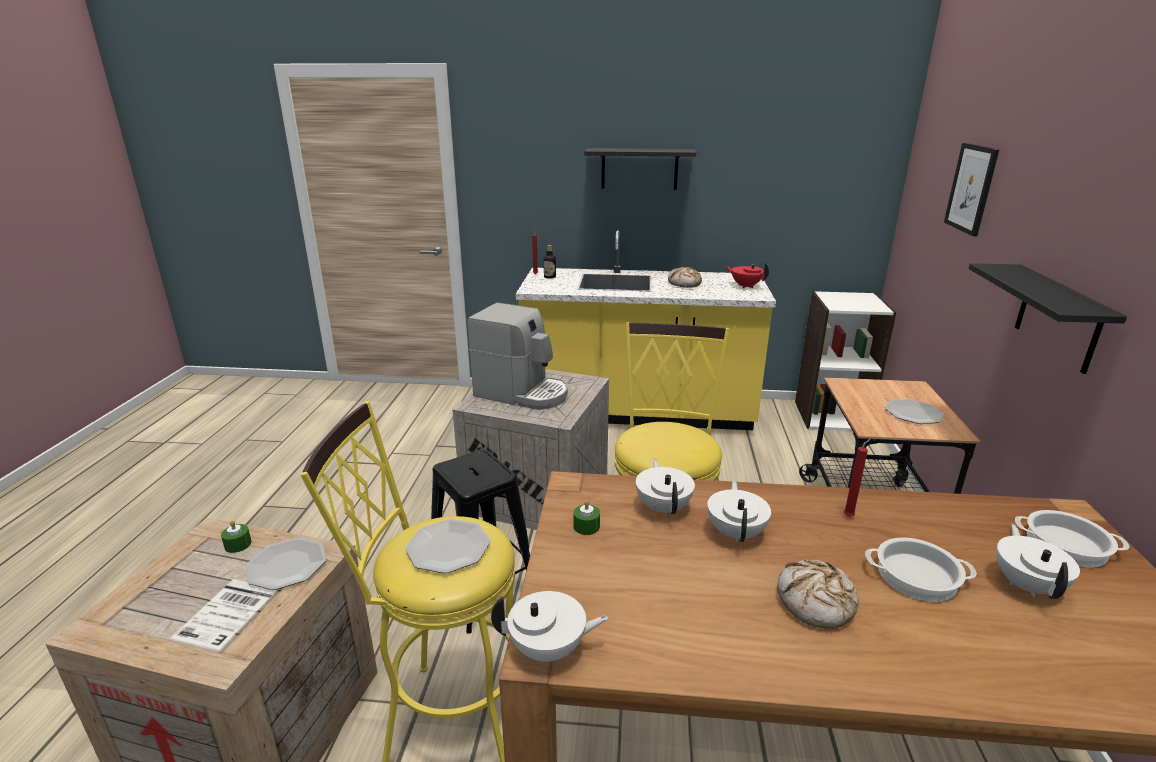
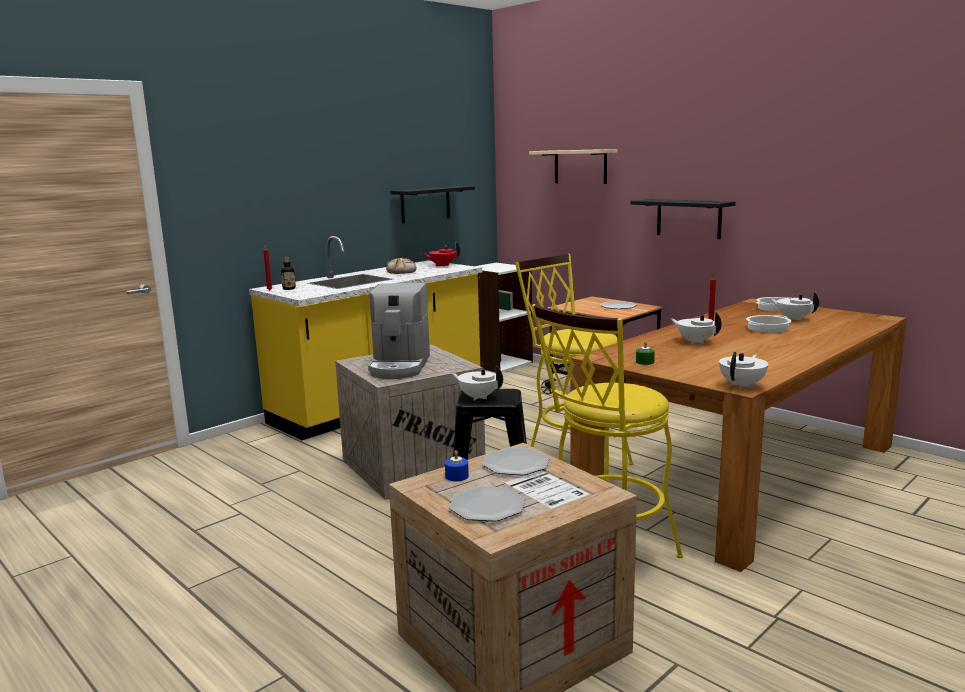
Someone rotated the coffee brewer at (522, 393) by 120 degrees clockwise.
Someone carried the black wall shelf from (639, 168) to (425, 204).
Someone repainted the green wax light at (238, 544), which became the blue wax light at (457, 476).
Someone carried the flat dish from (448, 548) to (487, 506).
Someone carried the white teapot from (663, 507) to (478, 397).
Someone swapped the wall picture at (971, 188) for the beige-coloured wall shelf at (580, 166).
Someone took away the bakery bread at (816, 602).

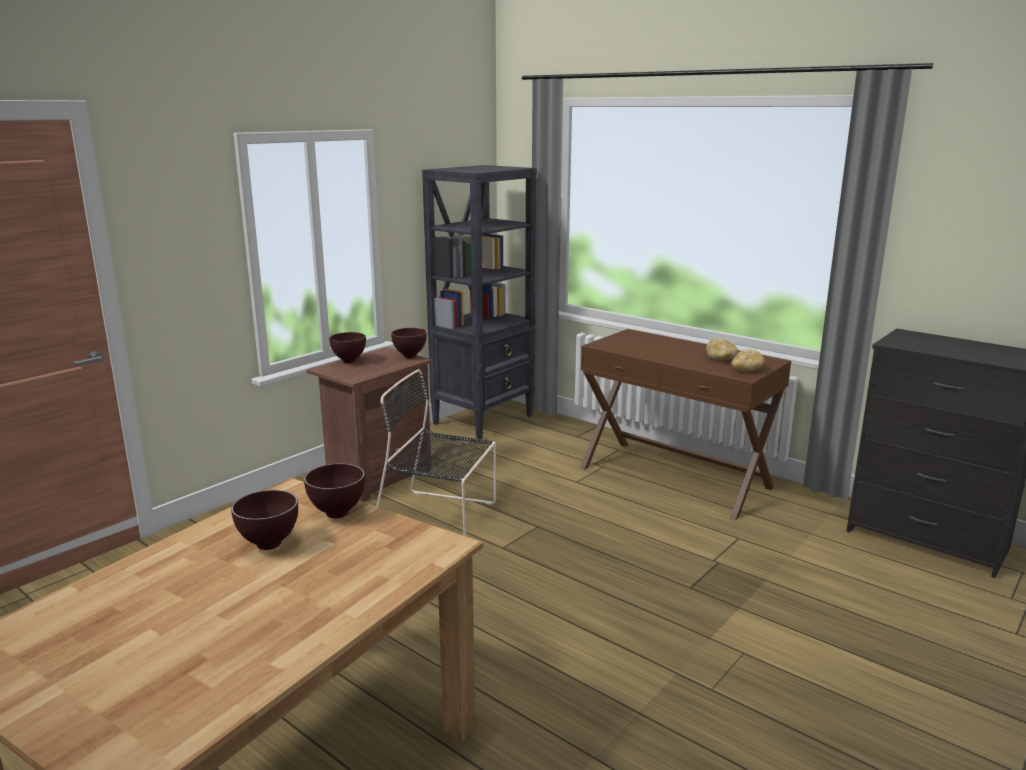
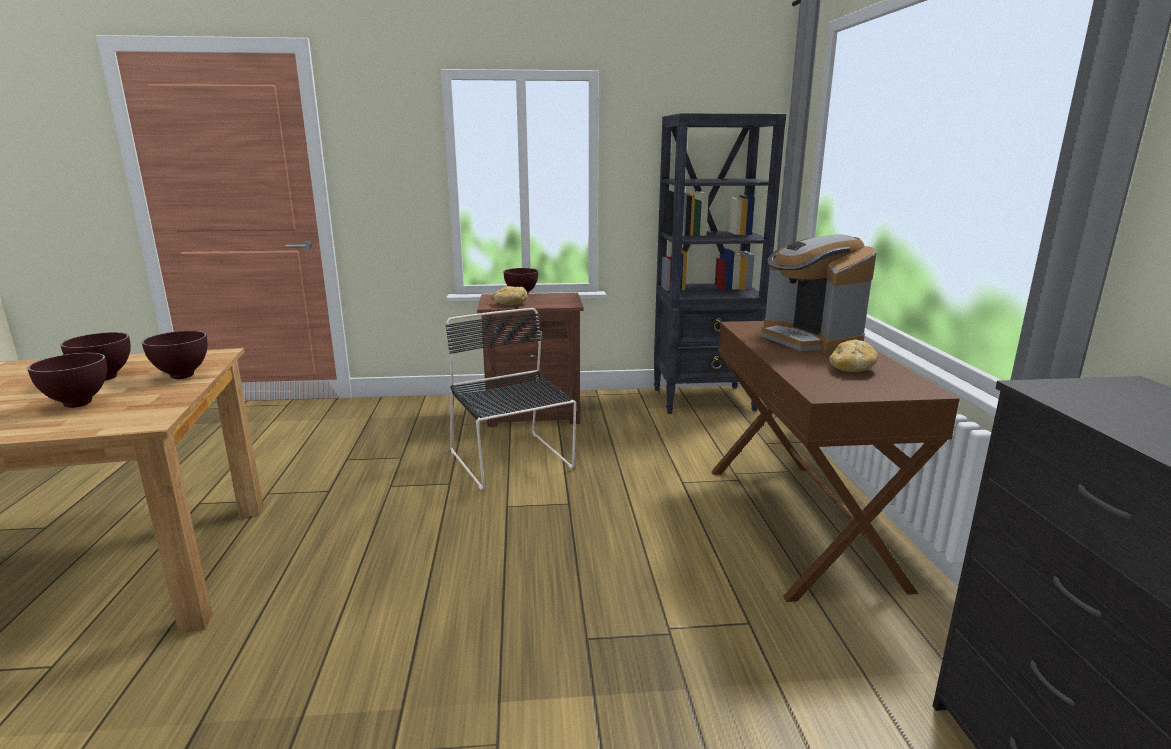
Someone carried the brownish bowl from (409, 356) to (77, 404).
Someone carried the bakery bread from (746, 370) to (510, 304).
Someone put down the coffee brewer at (809, 339).

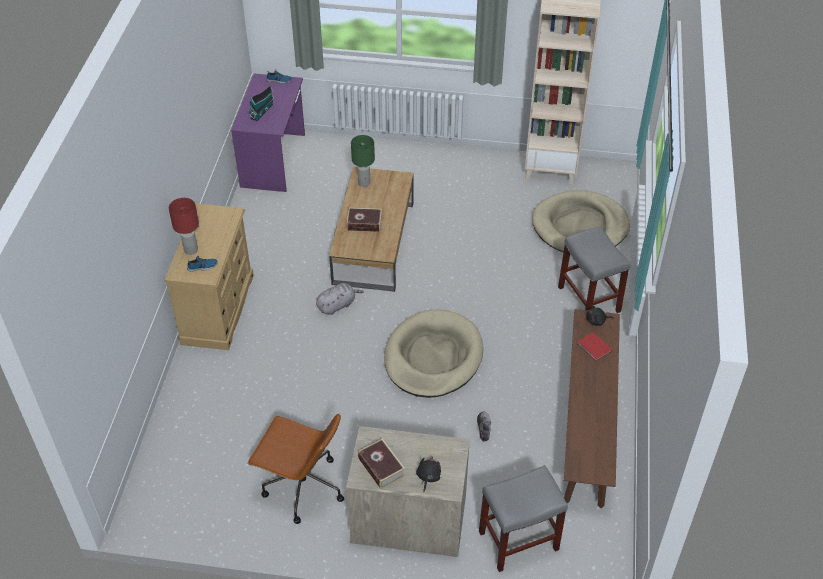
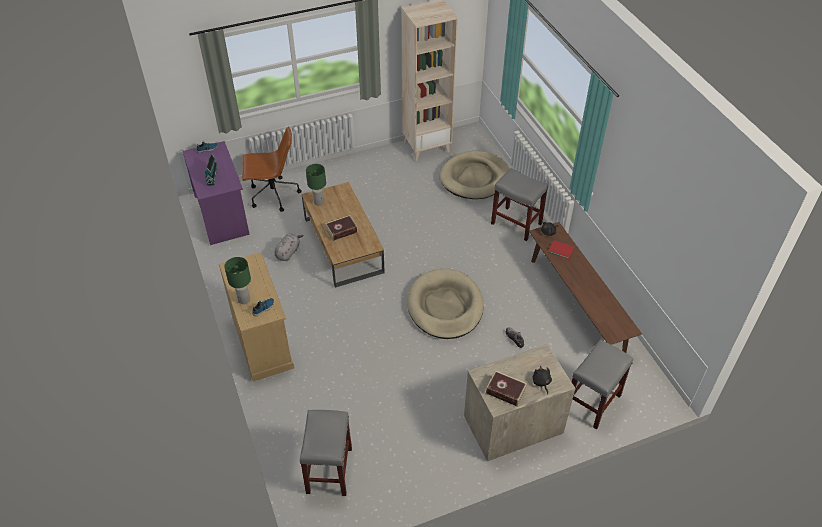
Someone repainted the reddish table lamp at (190, 250), which became the green table lamp at (244, 300).
Someone carried the brownish computer chair from (302, 487) to (273, 195).
Someone carried the grey plush toy from (337, 305) to (288, 252).
Someone put down the grey sitting stool at (329, 471).

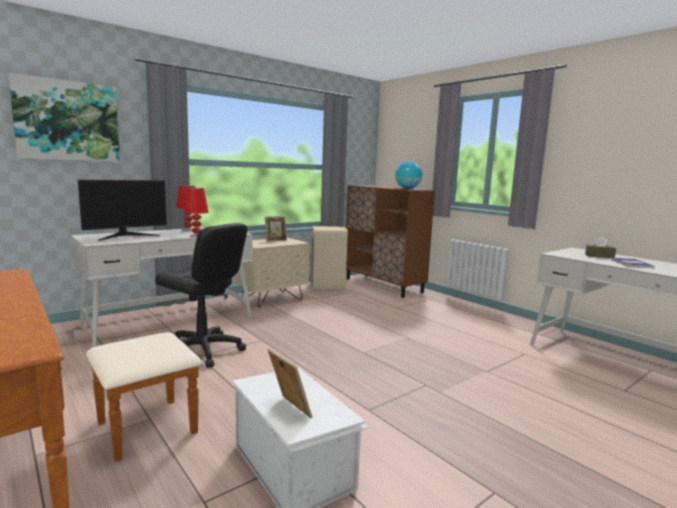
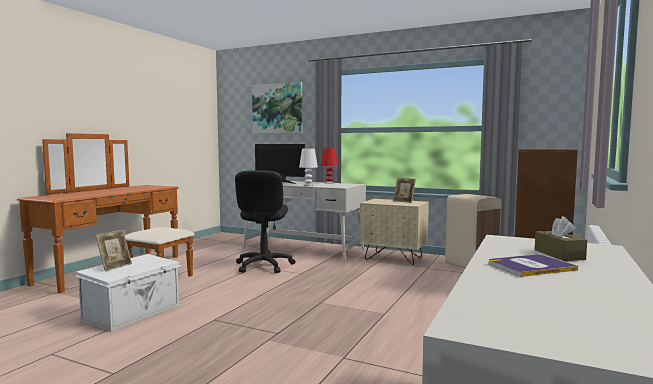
Someone repainted the reddish table lamp at (196, 236), which became the white table lamp at (308, 185).
Someone took away the globe at (407, 188).

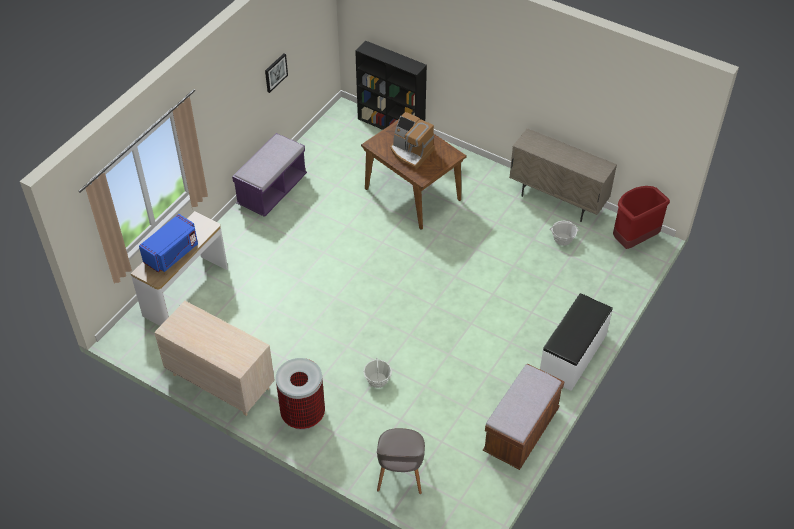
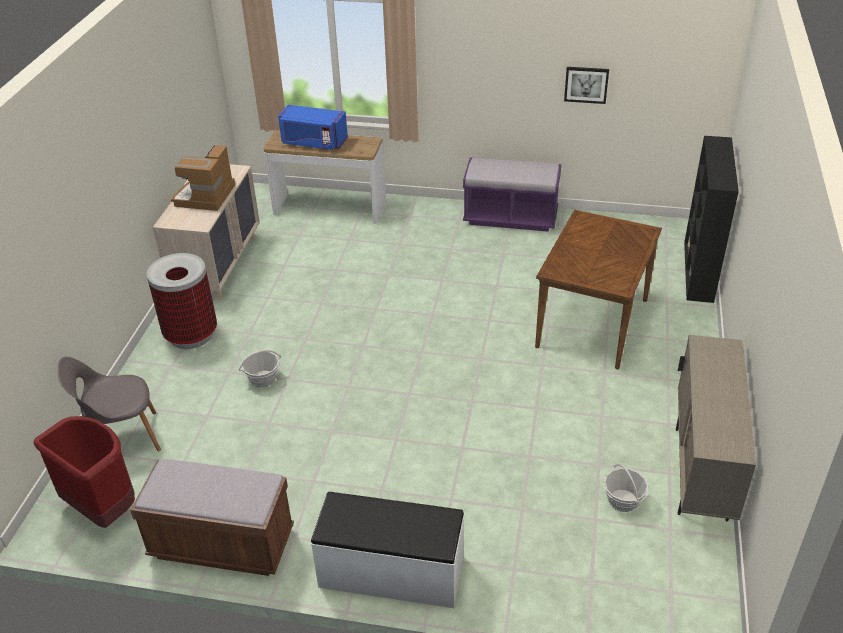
Someone carried the reddish trash can from (633, 239) to (102, 507).
Someone carried the coffee brewer from (411, 152) to (205, 196).

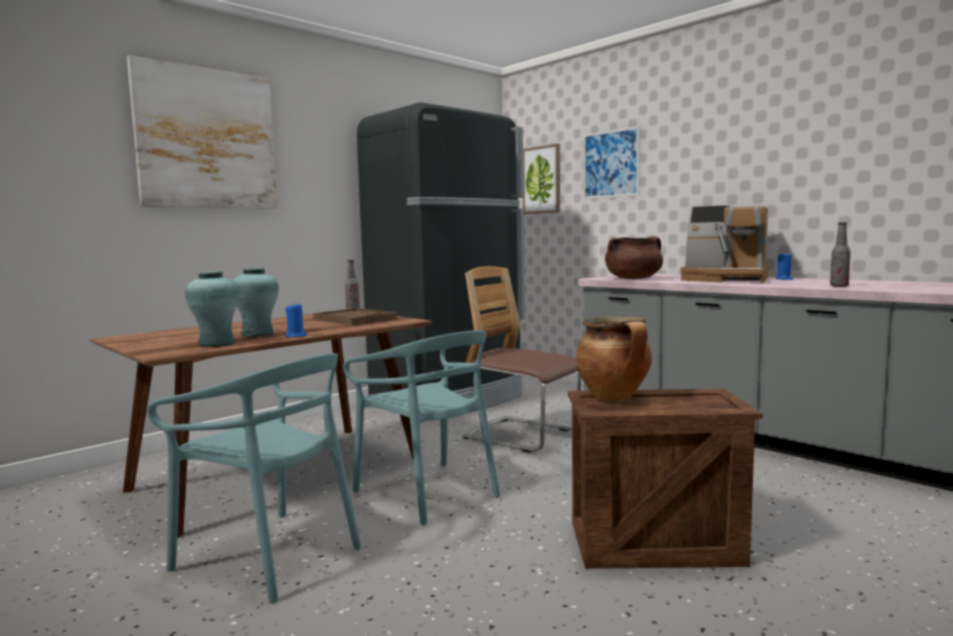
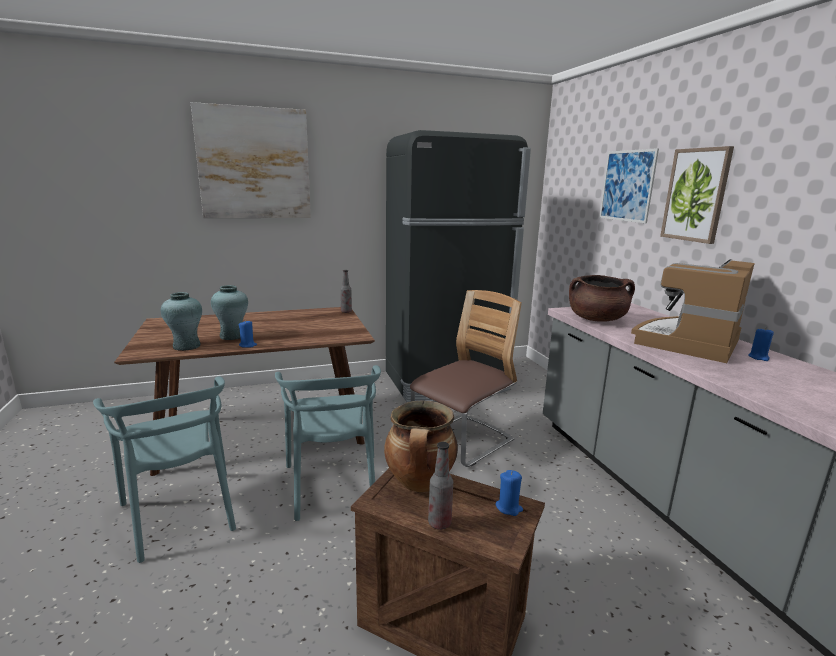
Someone rotated the upright chair at (522, 435) by 75 degrees clockwise.
Someone carried the bottle from (839, 286) to (439, 523).
Someone put down the blue wax light at (508, 508).
Someone rotated the coffee brewer at (725, 279) by 75 degrees clockwise.
Someone carried the wall picture from (542, 180) to (696, 195).
Someone took away the brownish serving tray at (354, 319).

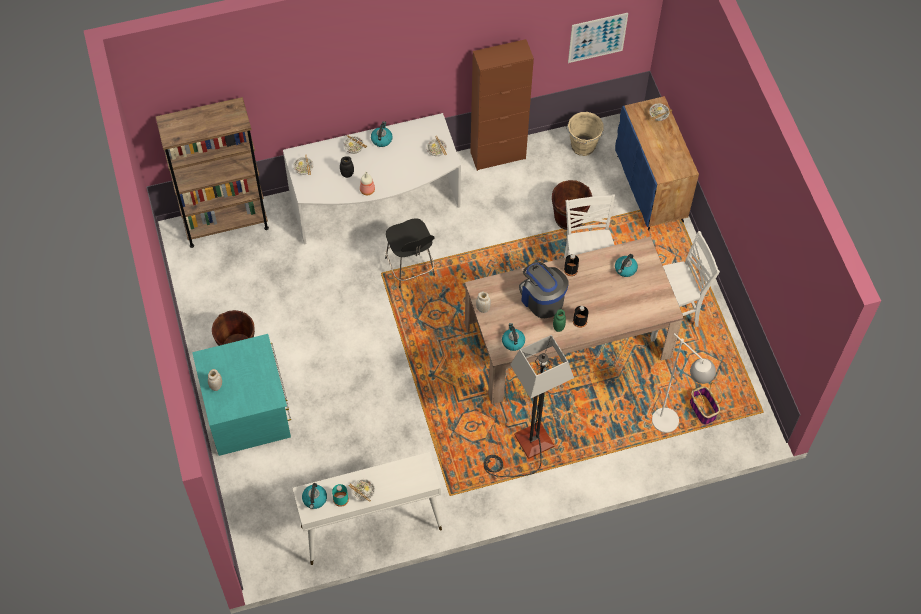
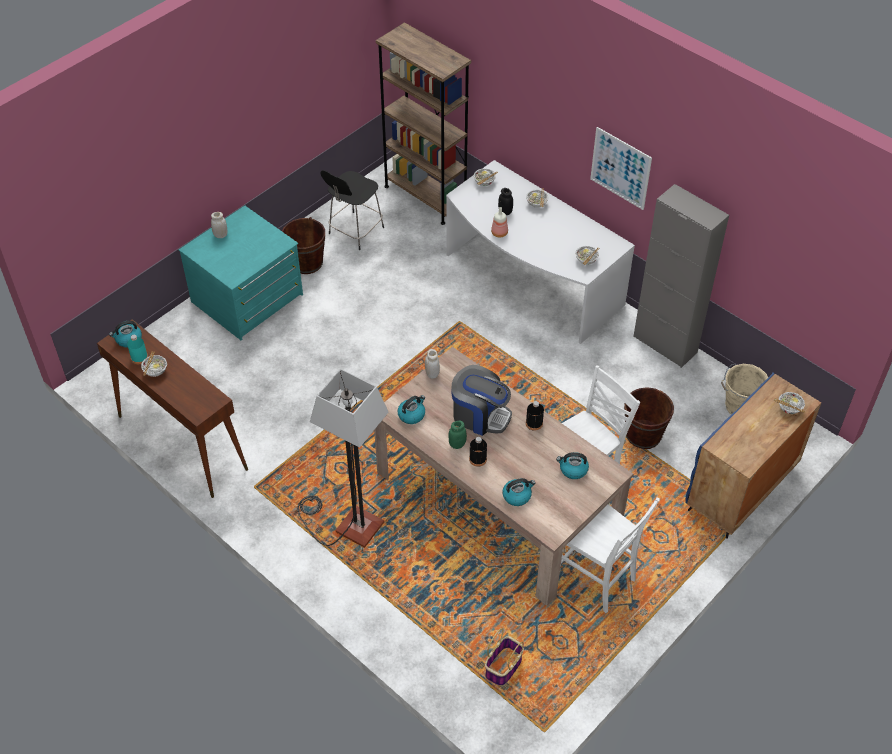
Someone repainted the white narrow table at (370, 528), which became the brownish narrow table at (181, 442).
Someone carried the black sitting stool from (410, 268) to (355, 232).
Someone rotated the coffee brewer at (541, 299) by 90 degrees clockwise.
Someone carried the tea kettle from (381, 139) to (517, 496).
Someone carried the wall picture from (597, 37) to (620, 168).
Someone repainted the brownish cupboard at (498, 155), which became the grey cupboard at (665, 344).
Someone took away the white standard lamp at (672, 427).

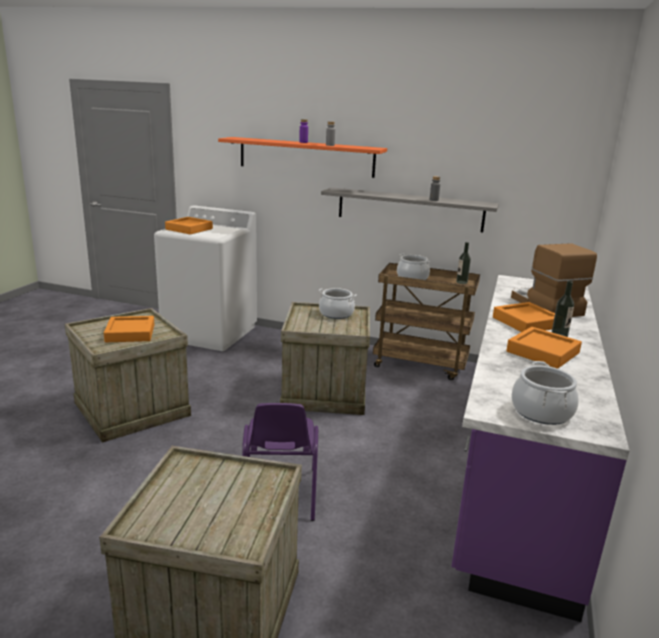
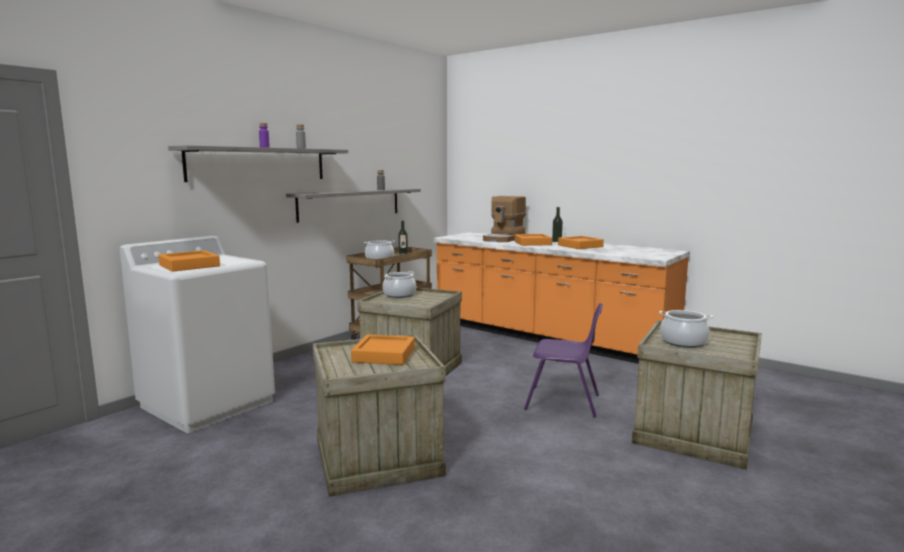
Someone repainted the orangey wall shelf at (306, 157), which became the grey wall shelf at (259, 164).
Someone repainted the purple kitchen counter at (517, 466), which became the orangey kitchen counter at (548, 337).
Someone rotated the coffee brewer at (544, 306) by 60 degrees counterclockwise.
Someone carried the cooking pot from (541, 412) to (683, 342).

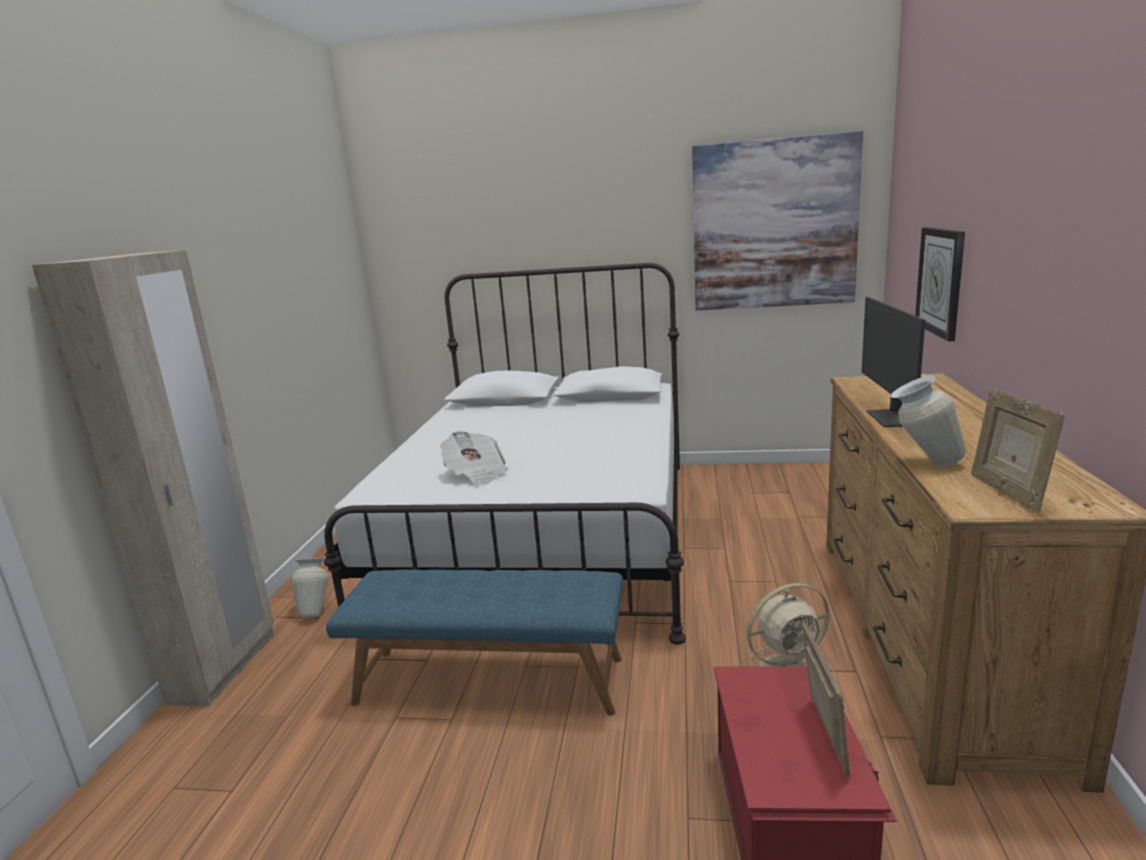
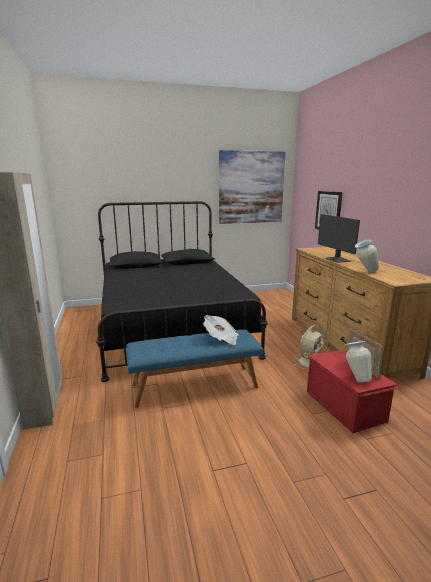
Someone repainted the white sleeping bed at (546, 534), which became the black sleeping bed at (172, 327).
Someone carried the printed paper from (476, 474) to (221, 338).
Someone carried the vase from (317, 611) to (355, 377).
Someone took away the picture frame at (1007, 492).

